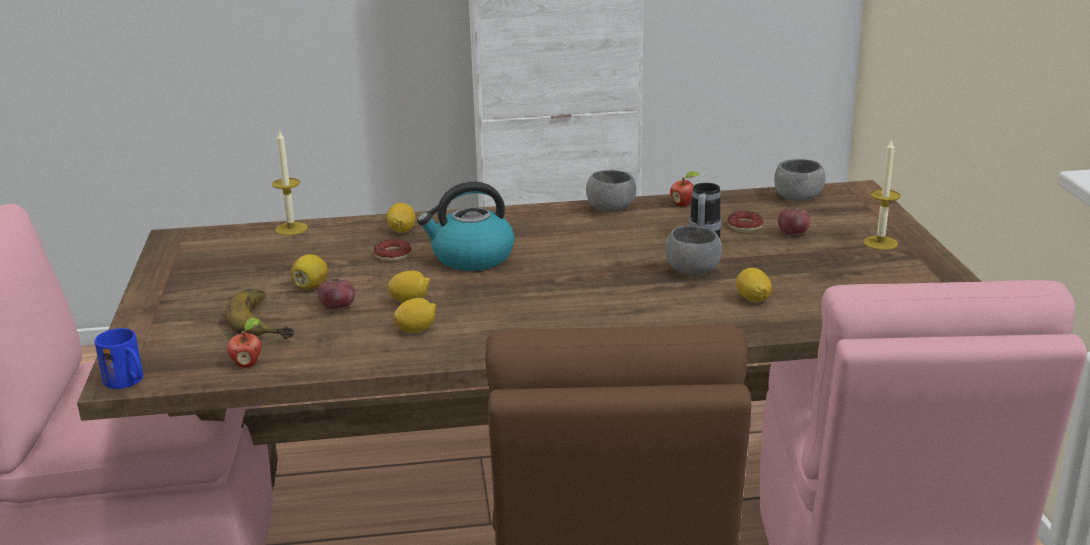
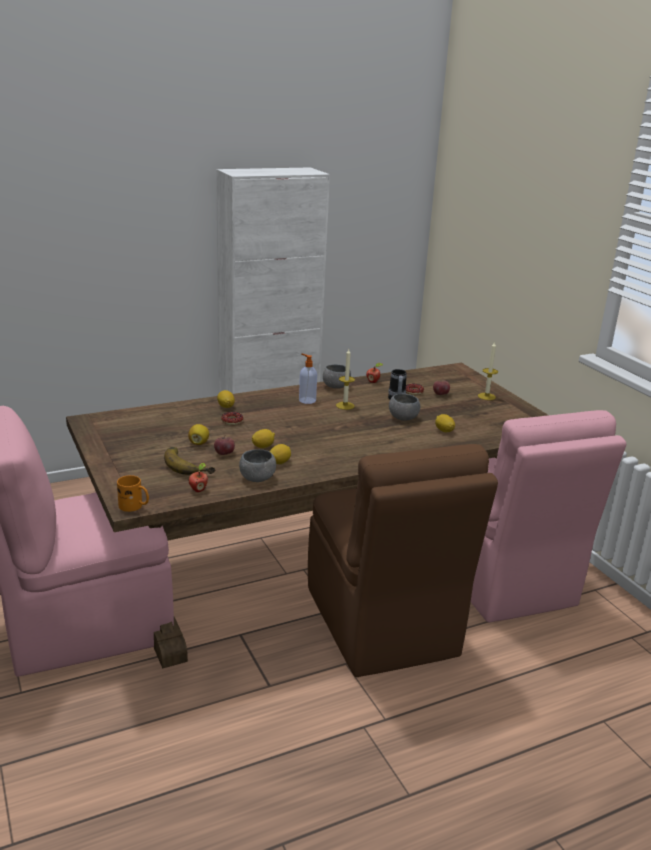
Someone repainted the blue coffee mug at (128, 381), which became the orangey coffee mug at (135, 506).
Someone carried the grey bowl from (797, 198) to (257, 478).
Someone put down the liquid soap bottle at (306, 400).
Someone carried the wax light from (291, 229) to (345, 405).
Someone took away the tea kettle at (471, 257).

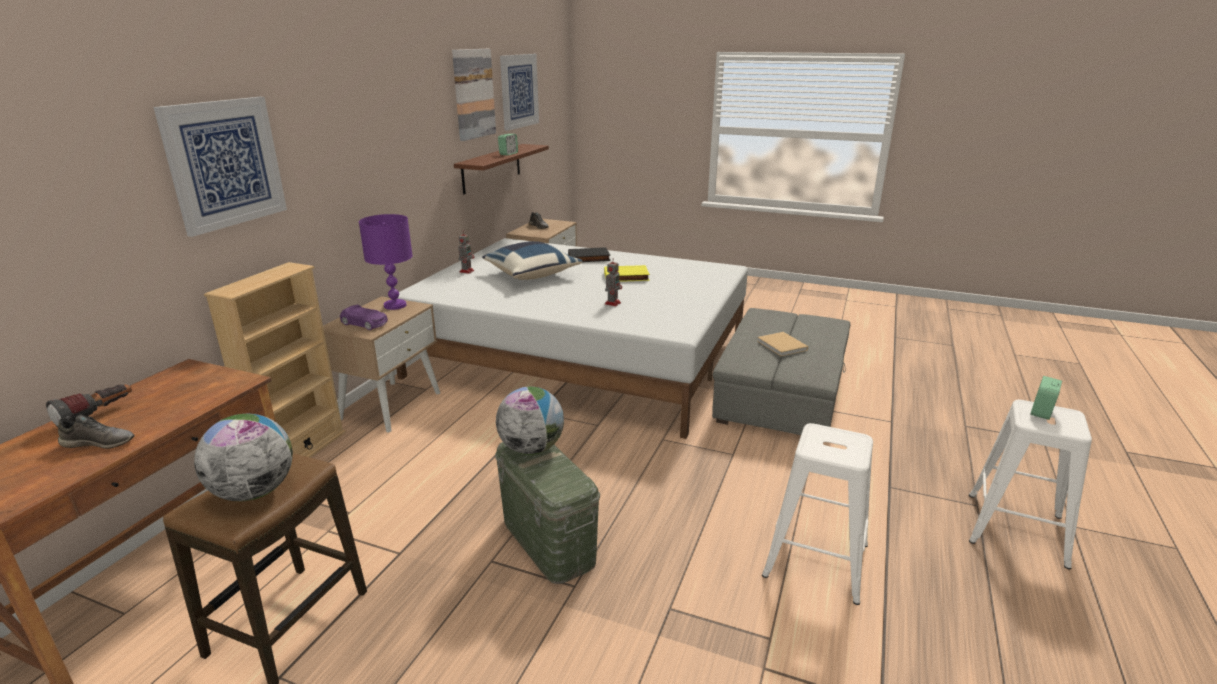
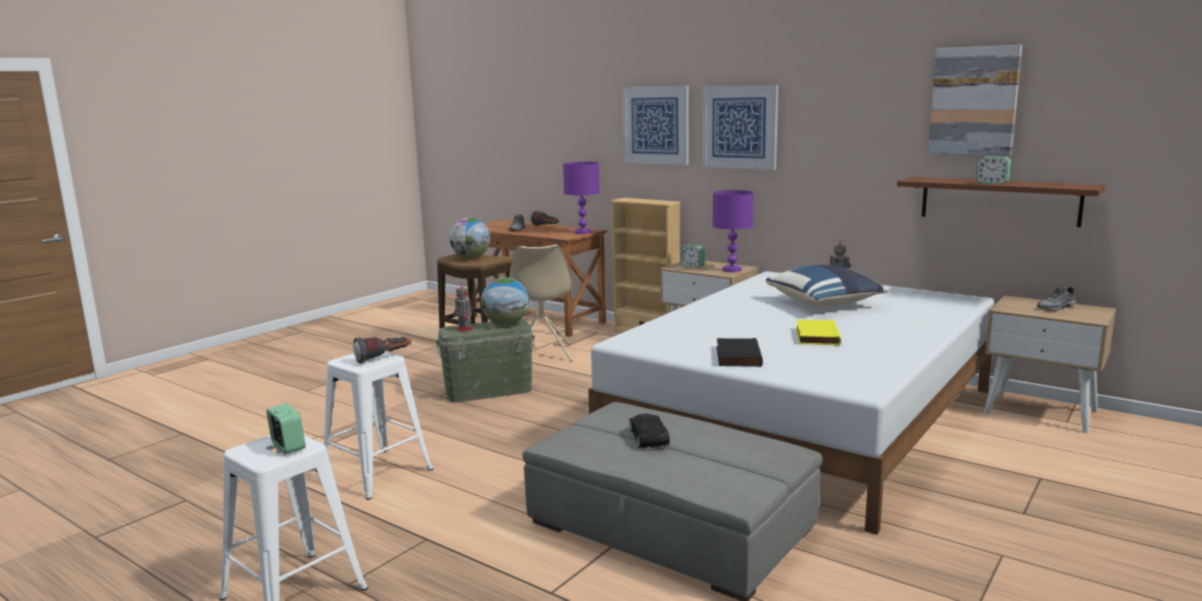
Someone put down the hand torch at (384, 358).
Someone carried the robot figure from (613, 303) to (465, 329).
Someone put down the beige-coloured upright chair at (542, 354).
Someone put down the purple table lamp at (583, 232).
Someone swapped the beige-coloured book at (782, 346) for the black miniature car at (648, 437).
Someone swapped the purple miniature car at (365, 323) for the alarm clock at (692, 266).
Someone carried the wall picture from (519, 91) to (739, 127).
Someone carried the black book from (588, 258) to (736, 356).

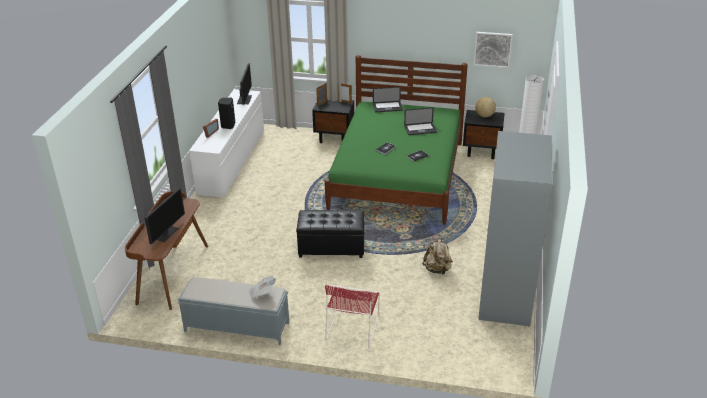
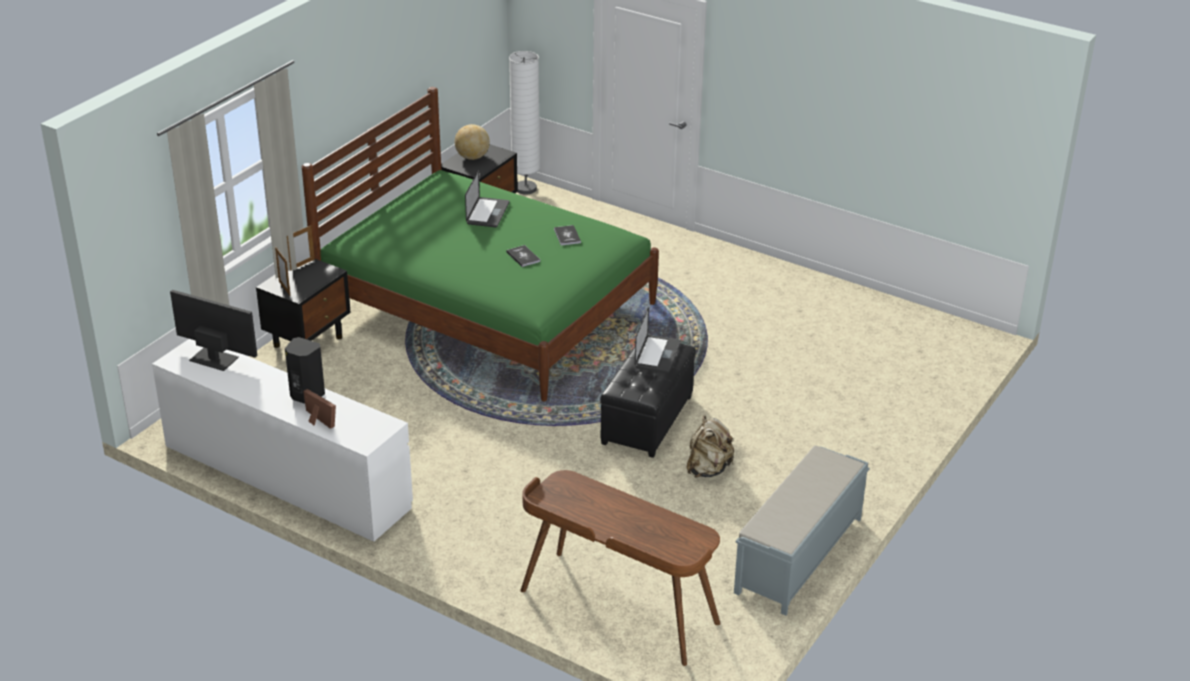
Someone carried the notebook computer from (387, 107) to (657, 355).
Someone carried the beige-coloured backpack from (437, 269) to (708, 469).
Someone took away the computer display at (165, 233).
Someone took away the printed paper at (262, 293).
Someone took away the reddish upright chair at (353, 327).
Someone took away the wall picture at (492, 49).
Someone took away the grey clothes cupboard at (506, 295).

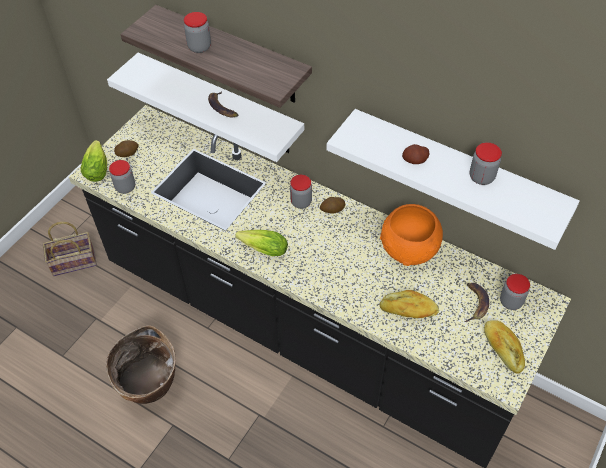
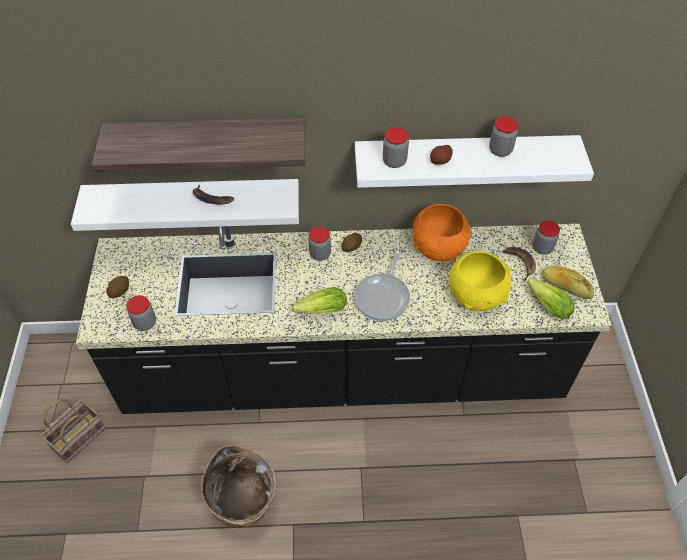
Someone put down the frying pan at (383, 297).
Someone carried the jar from (199, 47) to (394, 161).
Someone swapped the bakery bread at (408, 310) for the yellowish bowl at (477, 296).
Someone carried the lettuce head from (97, 167) to (546, 304).

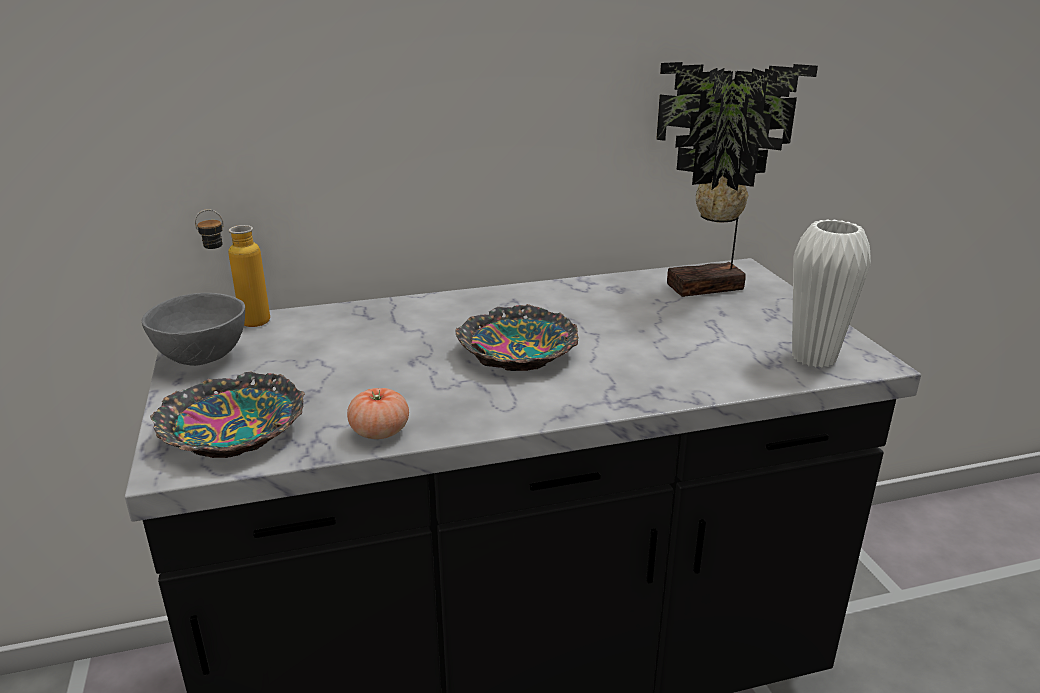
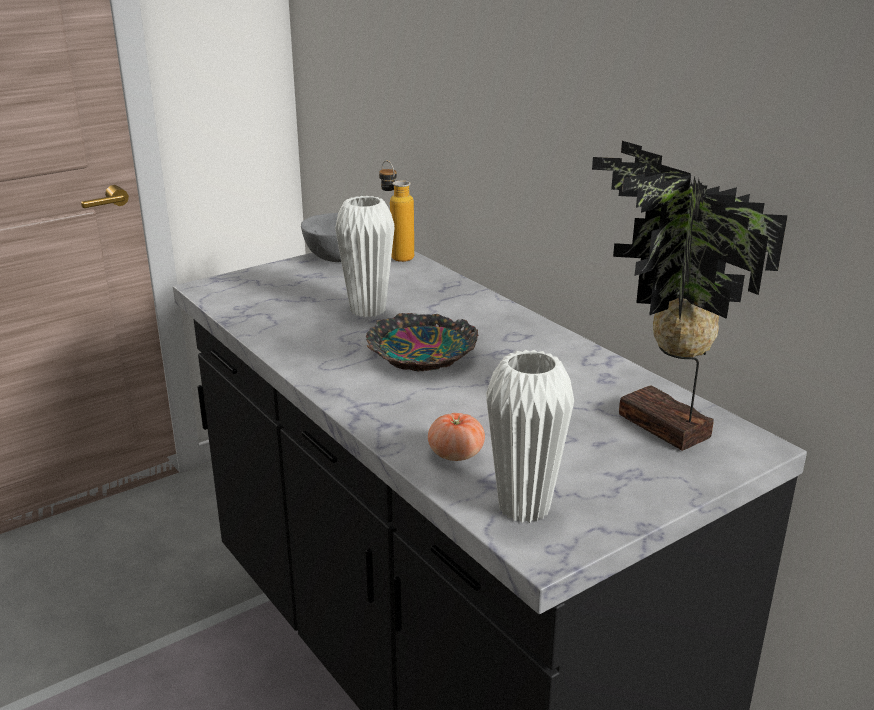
Someone put down the white vase at (368, 310).
Someone carried the fresh tomato from (380, 431) to (456, 454).
Someone took away the bowl at (232, 431).

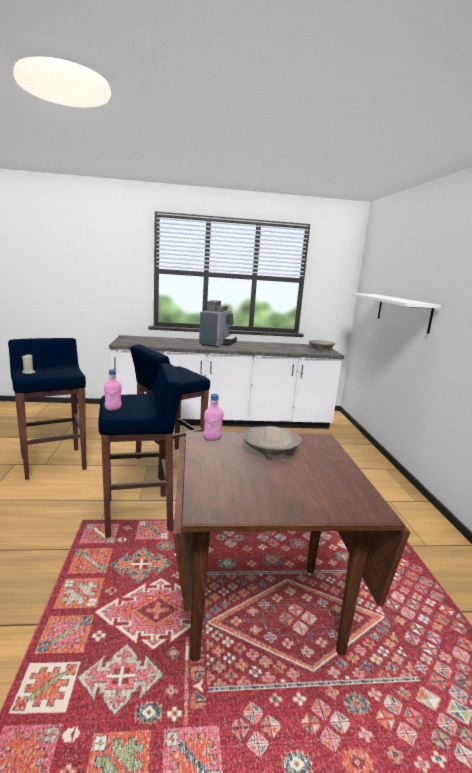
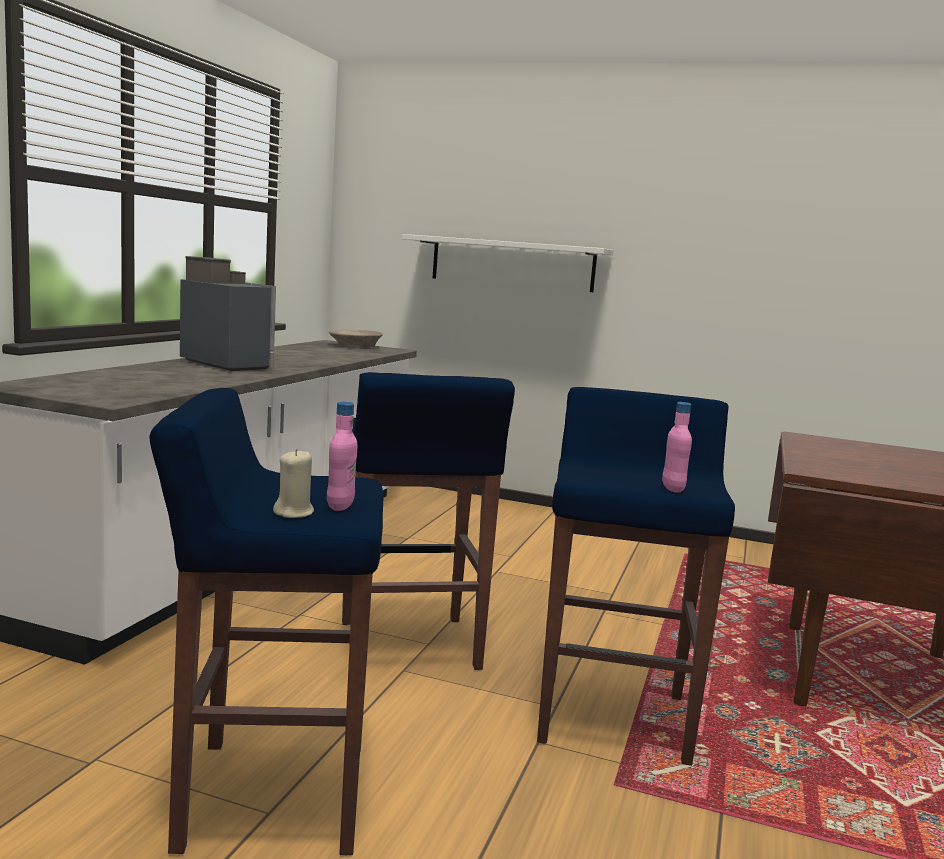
Someone carried the pinkish bottle from (212, 439) to (340, 506).
Someone took away the beige-coloured bowl at (270, 450).

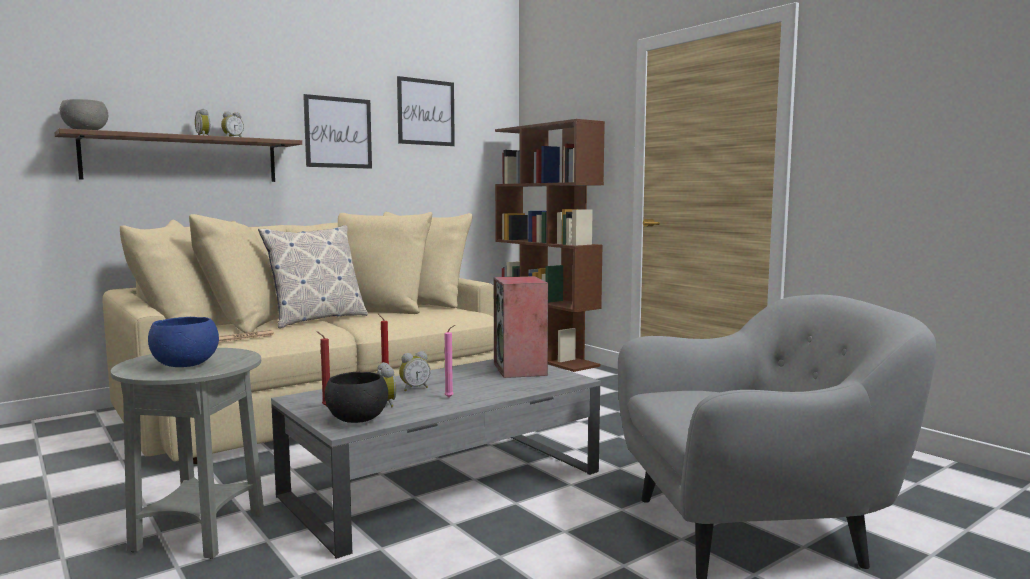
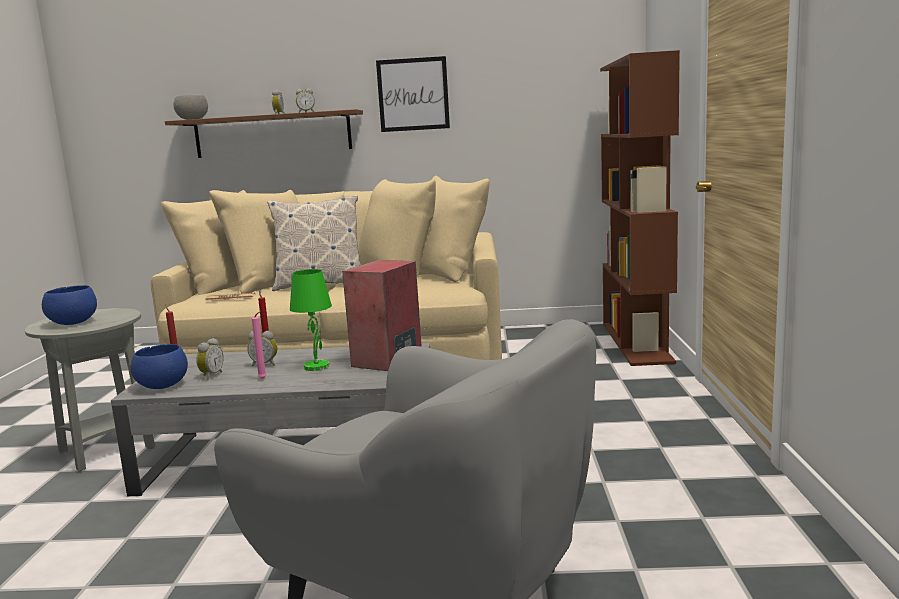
Someone repainted the black bowl at (357, 420), which became the blue bowl at (161, 386).
Someone put down the green table lamp at (316, 366).
Someone took away the wall picture at (426, 112).

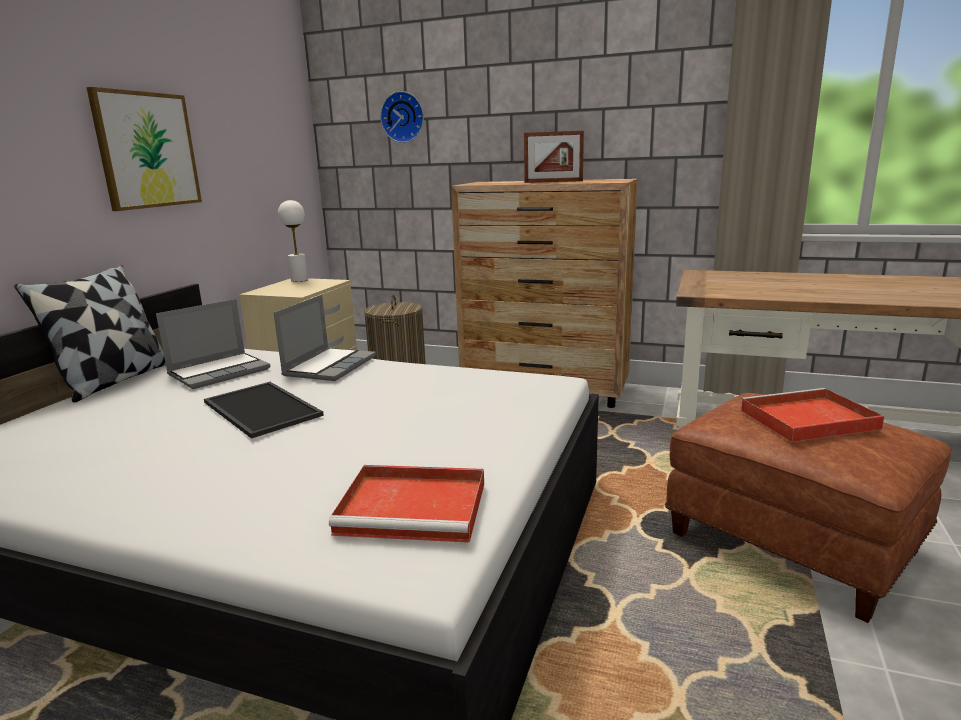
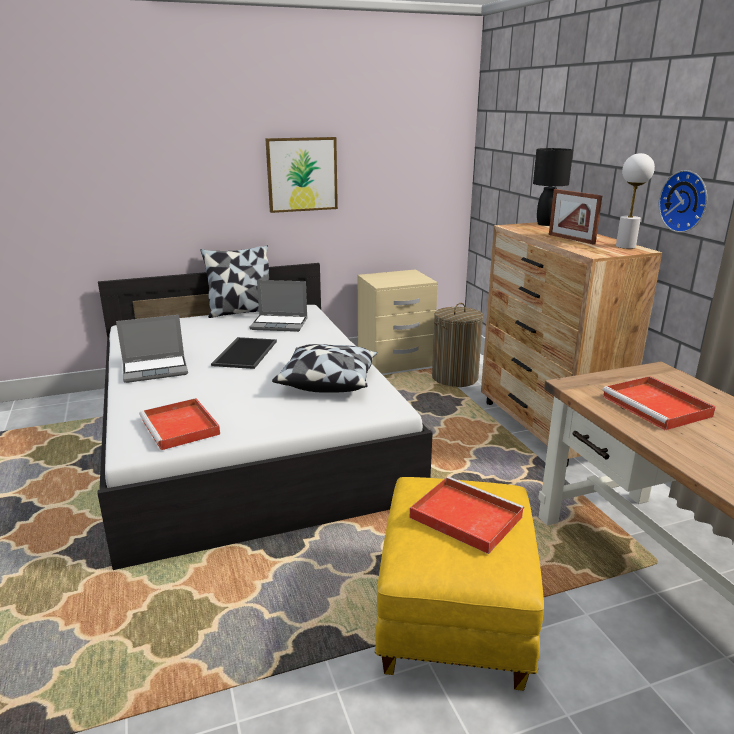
Someone carried the notebook computer from (329, 366) to (156, 370).
Someone put down the cushion at (328, 381).
Someone repainted the brownish pouffe at (794, 543), which became the yellowish pouffe at (456, 616).
Someone put down the black table lamp at (546, 224).
Someone put down the reddish serving tray at (658, 407).
Someone carried the white table lamp from (299, 280) to (626, 246).
Someone carried the clock on the wall from (403, 117) to (686, 201).

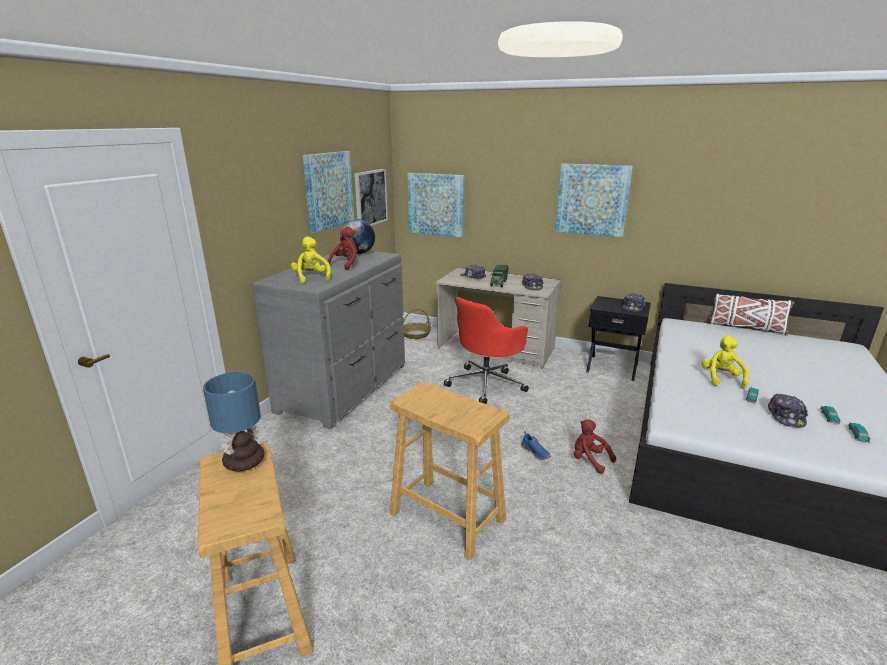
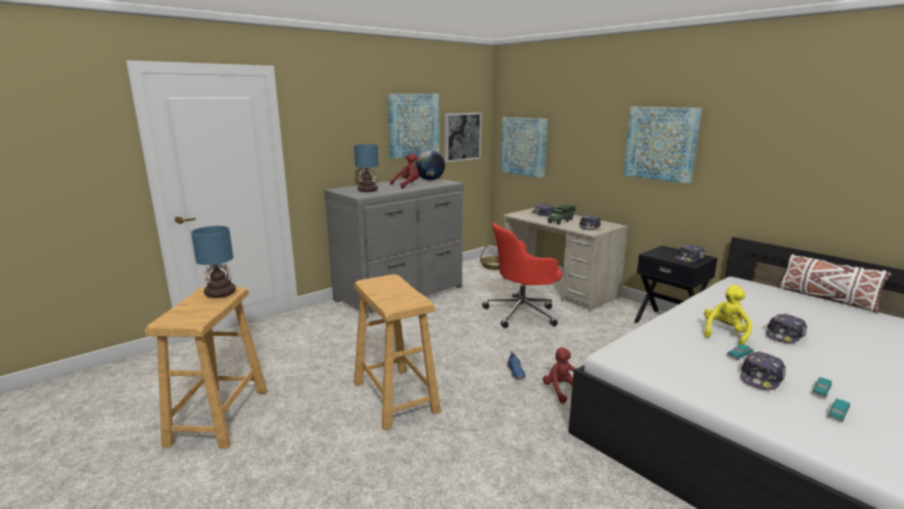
Someone swapped the yellowish plush toy at (311, 278) for the table lamp at (368, 190).
Someone put down the peaked cap at (785, 335).

